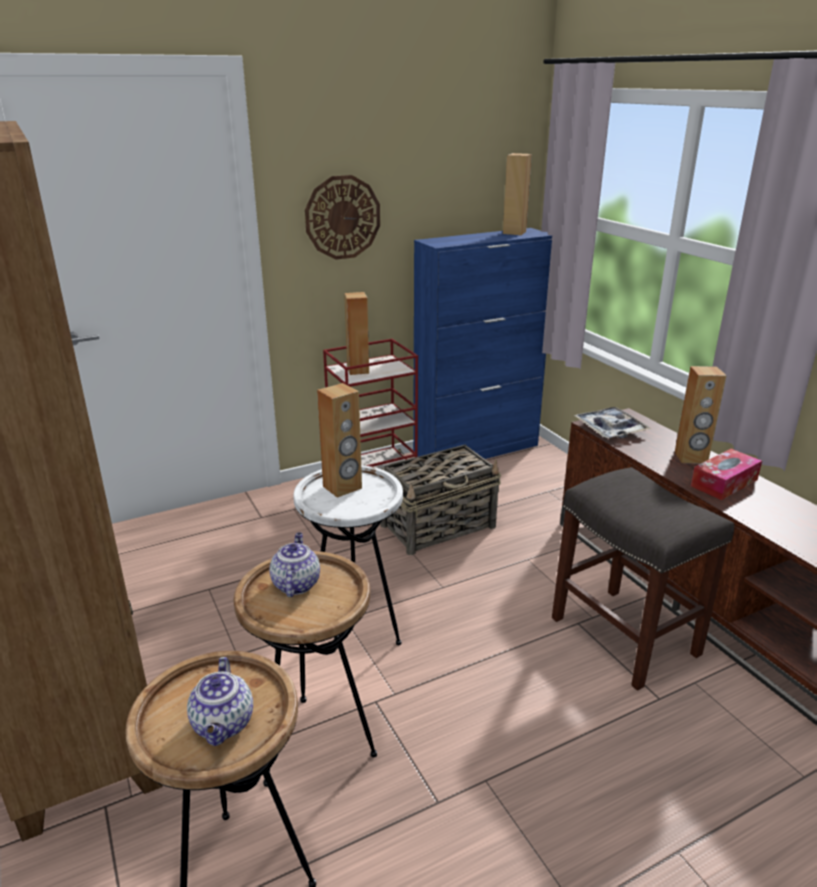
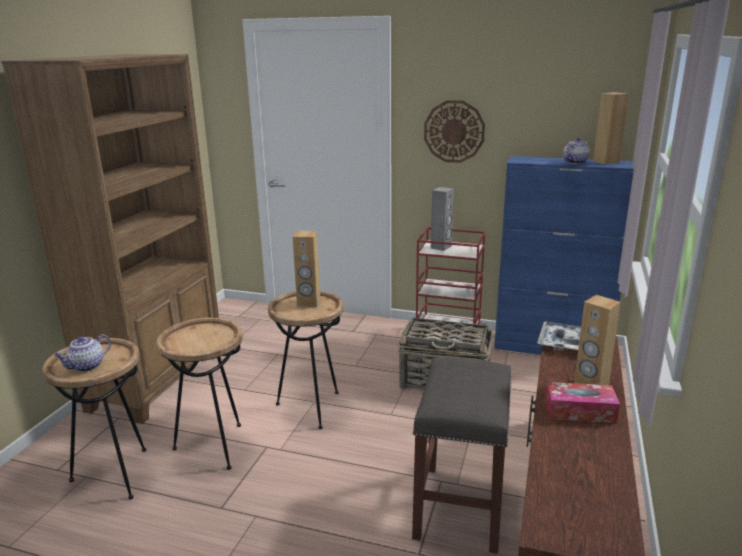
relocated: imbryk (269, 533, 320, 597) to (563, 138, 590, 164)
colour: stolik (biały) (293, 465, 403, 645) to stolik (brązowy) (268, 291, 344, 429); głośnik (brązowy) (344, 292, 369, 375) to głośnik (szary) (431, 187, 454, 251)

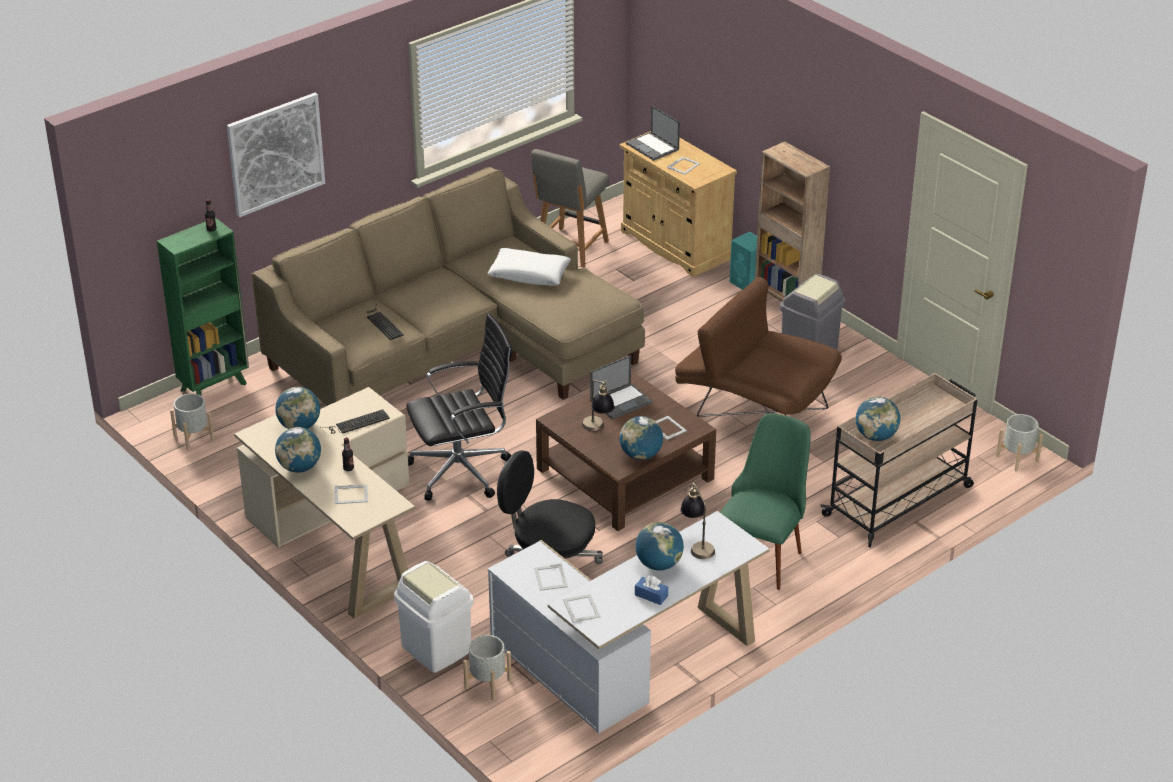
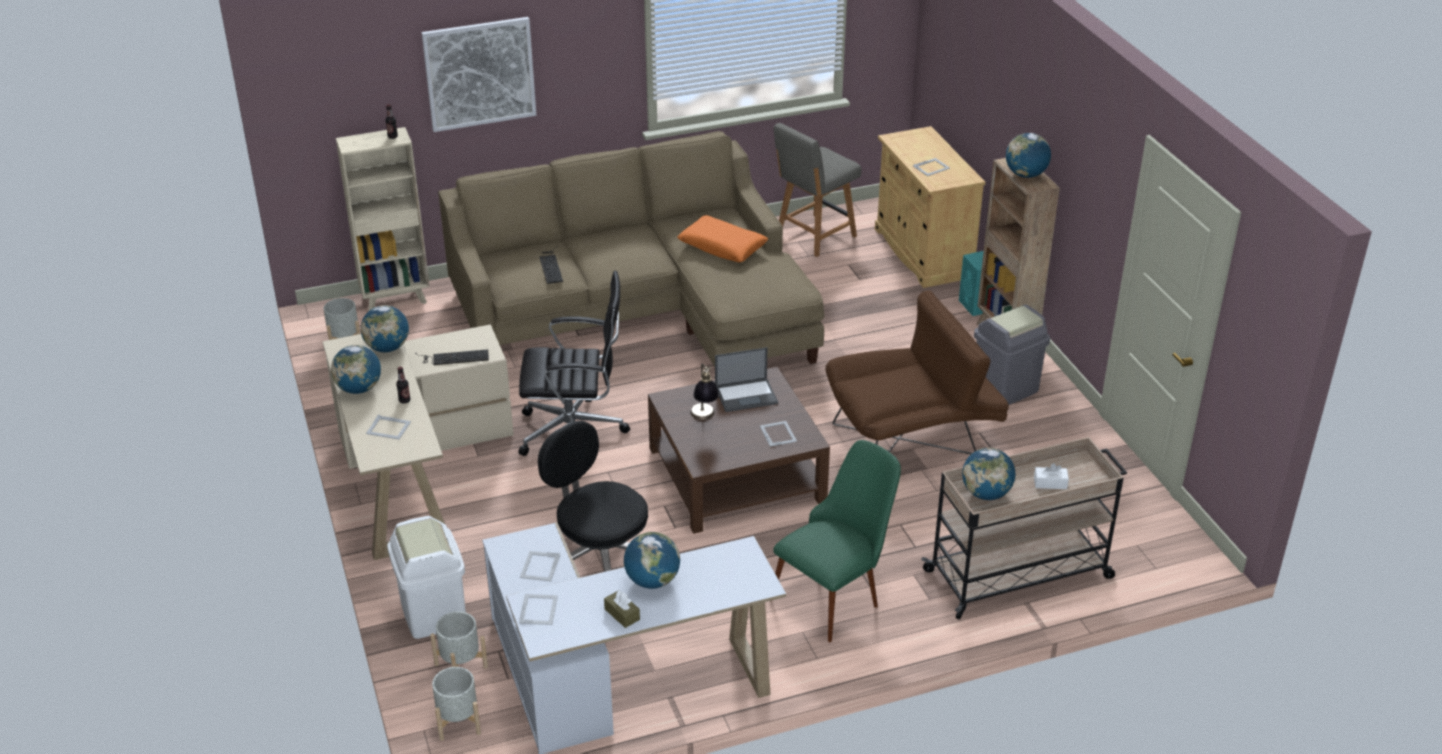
missing: laptop (626, 106, 680, 161); lampa stołowa (680, 483, 715, 559)
appeared: pudełko chusteczek (biały) (1034, 463, 1069, 489)
relocated: globus (620, 416, 663, 460) to (1006, 133, 1051, 178); donica (szary) (996, 414, 1043, 472) to (432, 667, 481, 741)
colour: regał (zielony) (157, 218, 249, 396) to regał (beżowy) (336, 127, 430, 311); poduszka (biały) (488, 248, 571, 286) to poduszka (pomarańczowy) (677, 215, 768, 262); pudełko chusteczek (niebieski) (635, 575, 668, 605) to pudełko chusteczek (brązowy) (604, 590, 640, 628)
spun: fotel (brązowy) (675, 277, 842, 417) = (825, 291, 1009, 454) 105 degrees clockwise

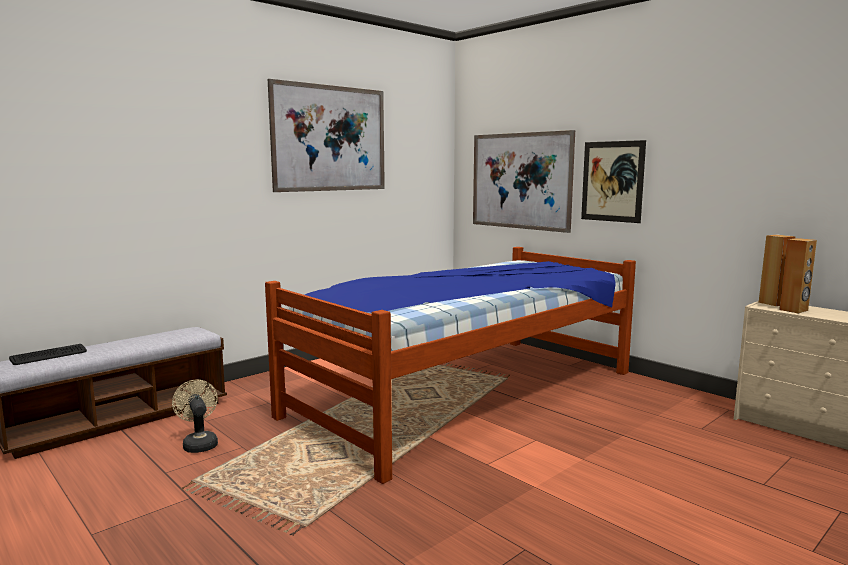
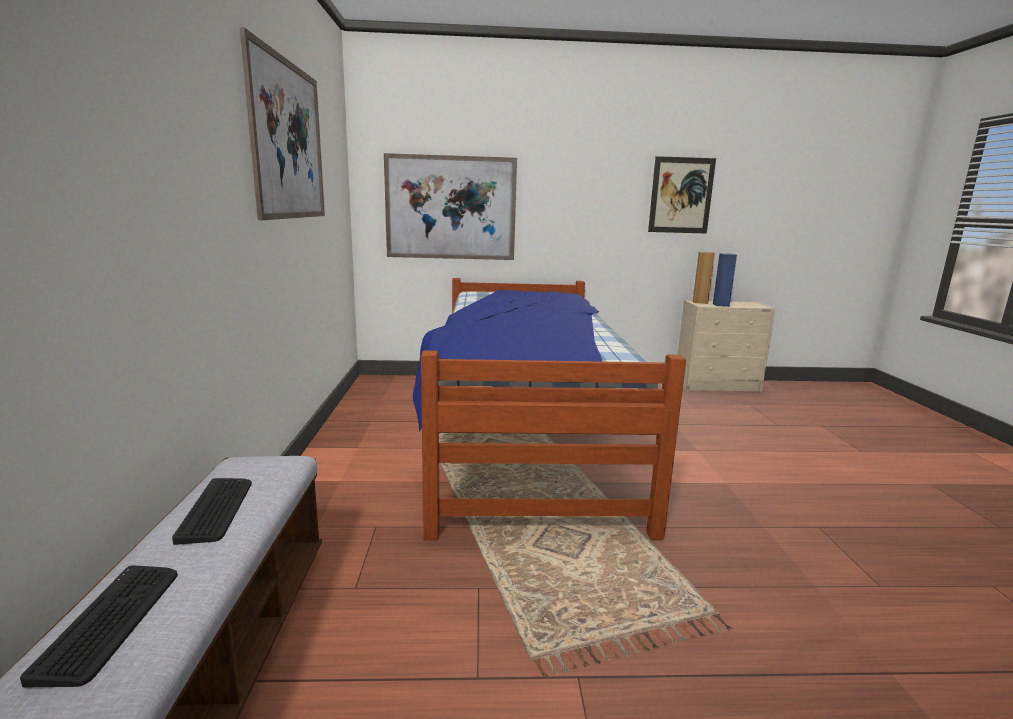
missing: wentylator (beżowy) (172, 380, 218, 453)
appeared: klawiatura (172, 478, 252, 545)
relocated: obraz (581, 140, 646, 223) to (648, 156, 716, 234)
colour: głośnik (brązowy) (779, 238, 817, 314) to głośnik (niebieski) (713, 253, 737, 307)

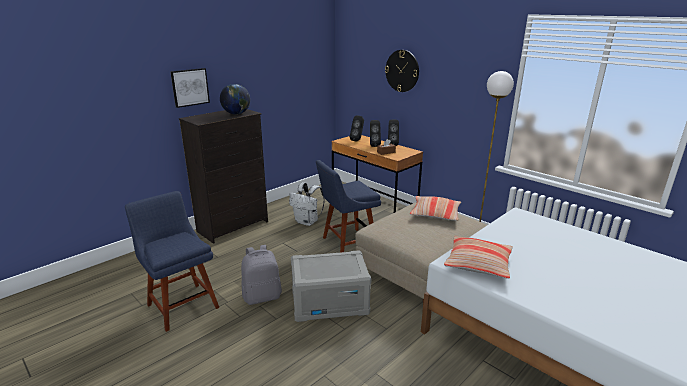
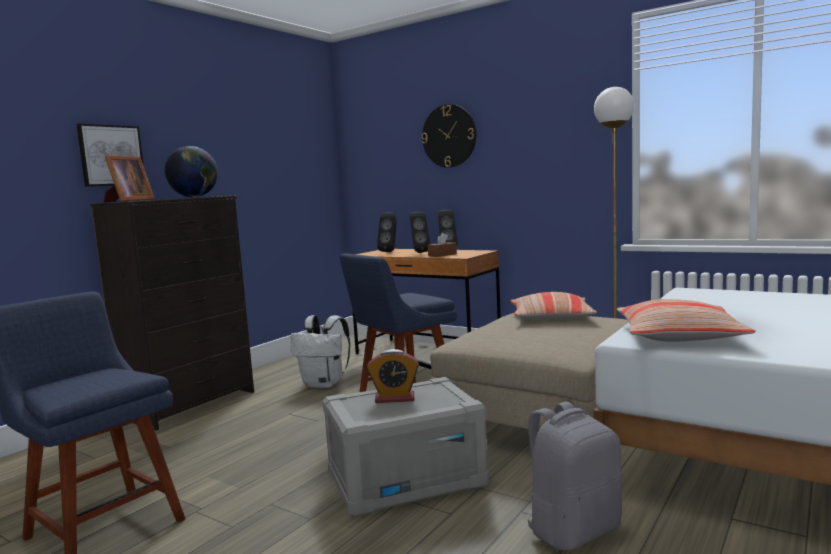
appeared: ramka na zdjęcie (104, 155, 155, 203); budzik (367, 349, 419, 403)
relocated: plecak (szary) (241, 245, 282, 305) to (522, 402, 622, 551)

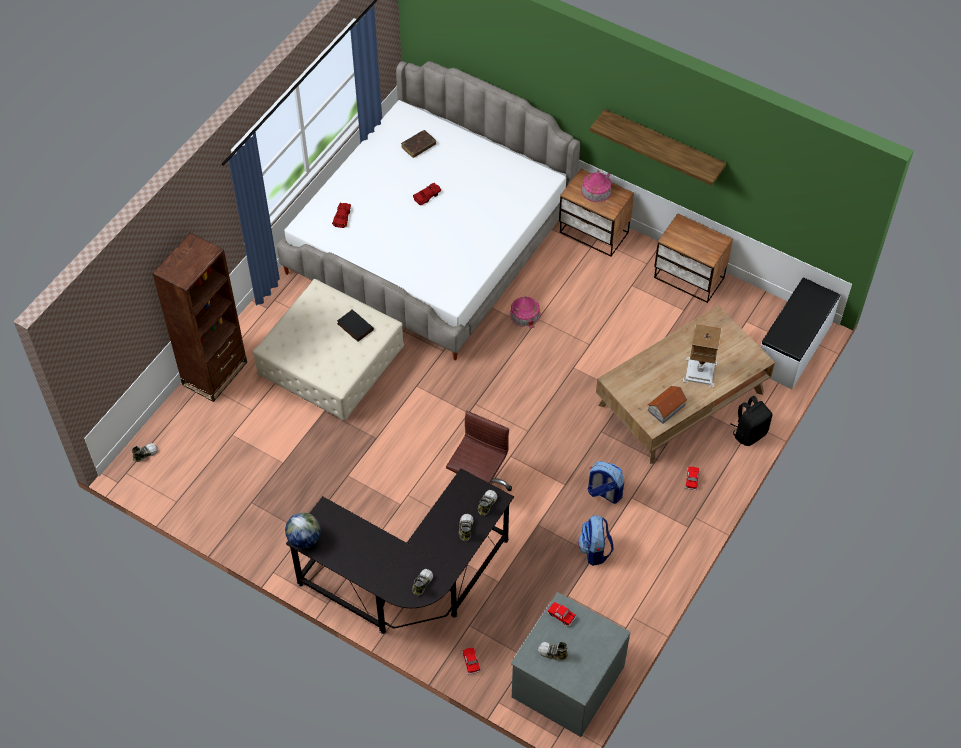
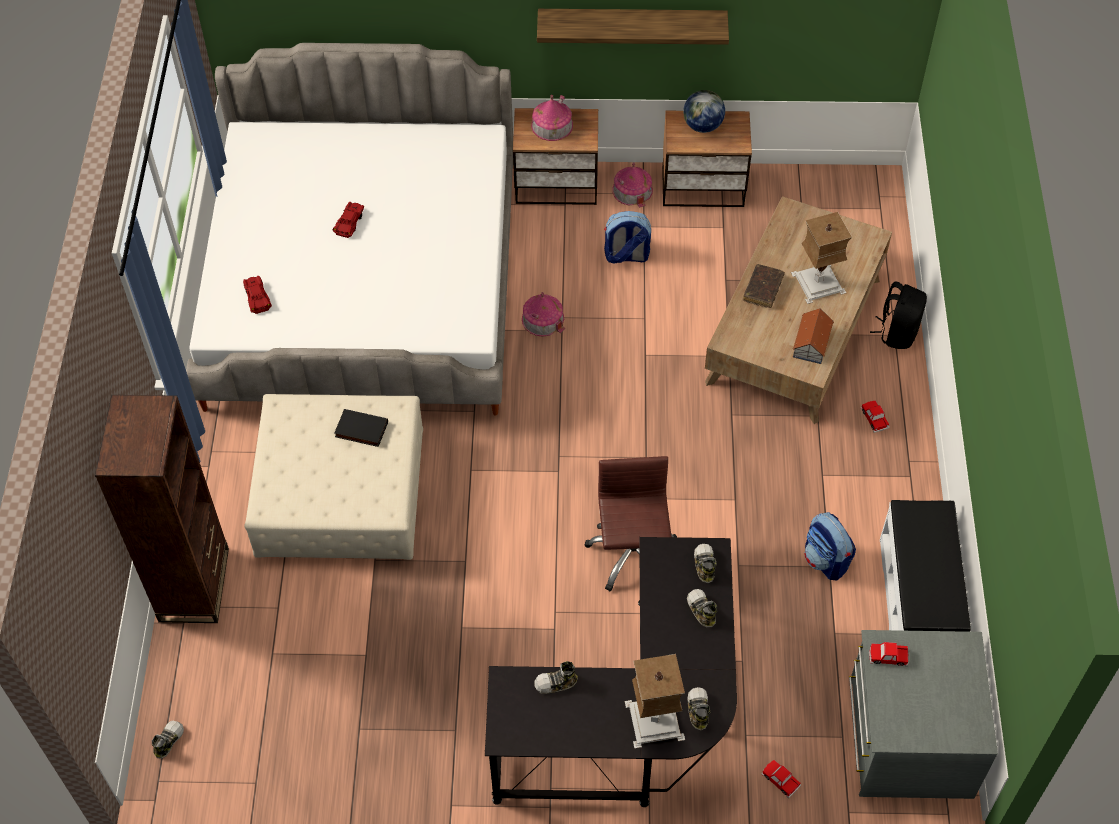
appeared: domek (612, 162, 653, 208); lampa stołowa (625, 654, 685, 749)
relocated: globus (285, 512, 321, 548) to (683, 90, 725, 133); książka (brązowy) (401, 130, 436, 158) to (743, 264, 785, 308); but (538, 642, 568, 661) to (534, 661, 578, 694); plecak (587, 461, 624, 504) to (604, 211, 651, 264); ławka (biały) (761, 278, 840, 389) to (880, 500, 971, 632)

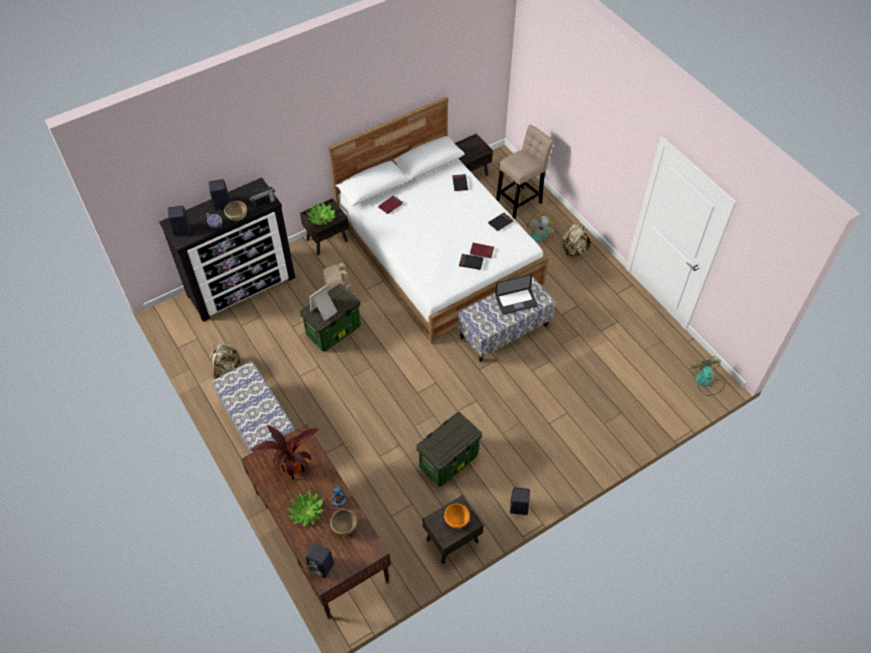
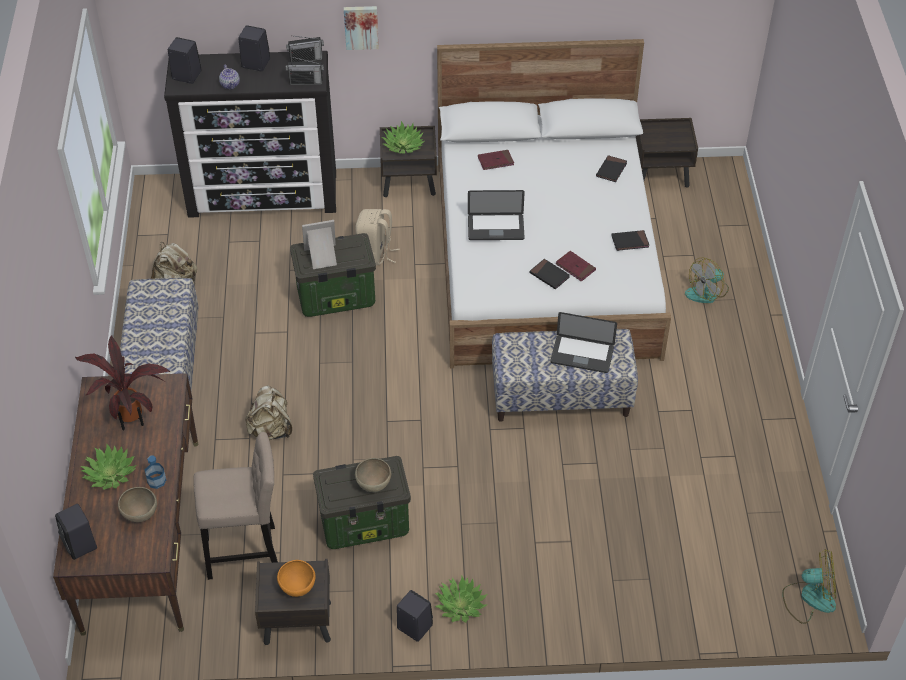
appeared: radio (286, 36, 324, 62); obraz (344, 6, 379, 50); roślina doniczkowa (435, 576, 487, 623); laptop (468, 190, 525, 240)
relocated: miska (brązowy) (224, 201, 247, 221) to (355, 458, 391, 492); stołek (beżowy) (496, 124, 554, 219) to (194, 432, 278, 580); plecak (beżowy) (562, 224, 591, 257) to (245, 385, 292, 440)
spun: wentylator (690, 356, 725, 396) = (782, 549, 836, 624) 75 degrees clockwise

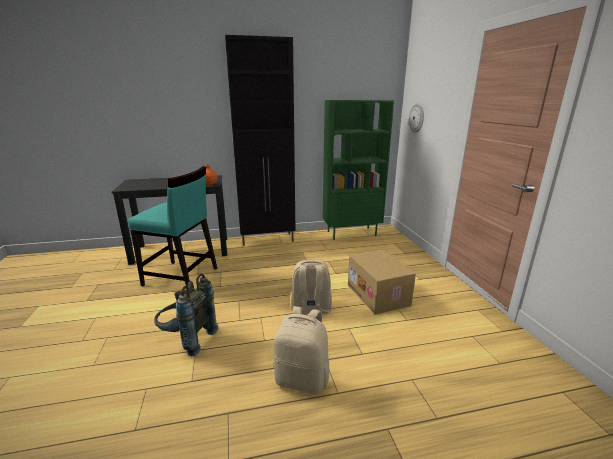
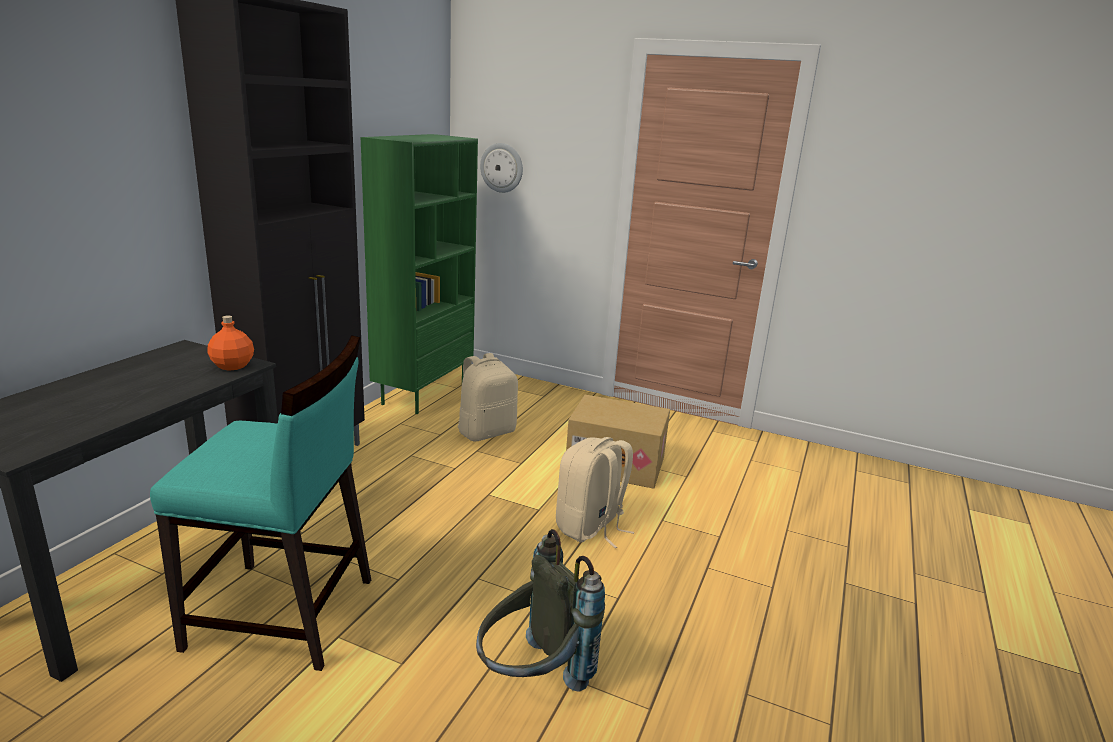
relocated: plecak (beżowy) (273, 306, 329, 394) to (458, 353, 518, 441)
spun: krzesło (turkusowy) (128, 166, 217, 286) = (150, 335, 371, 671) 45 degrees clockwise

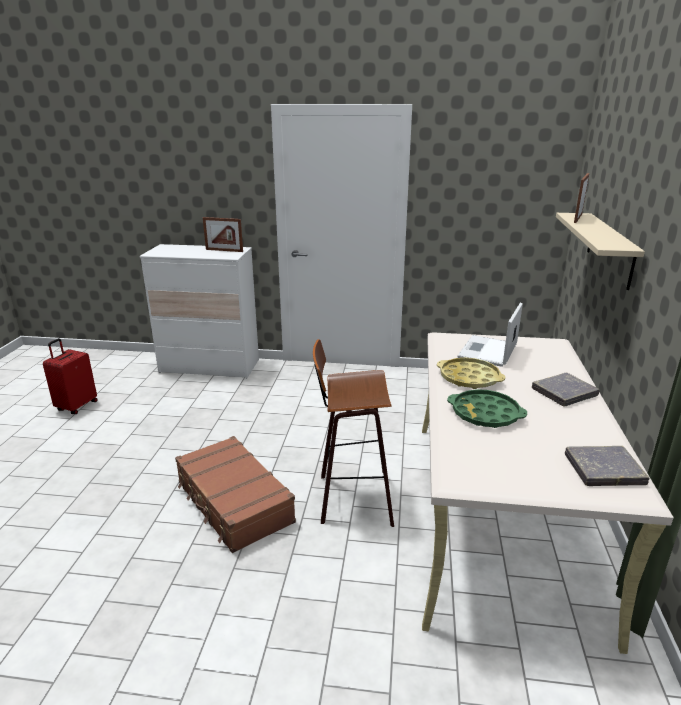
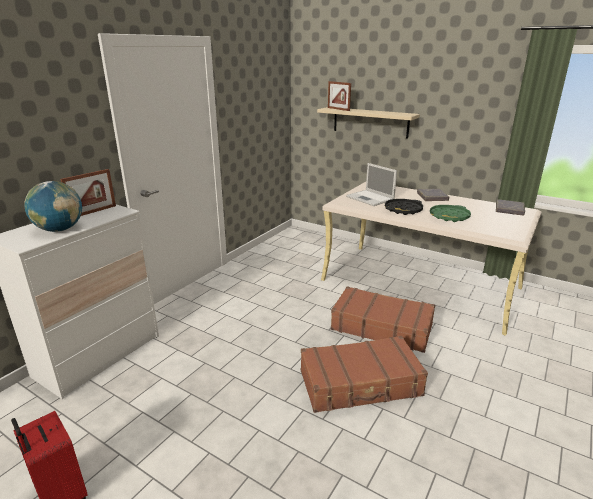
appeared: globus (24, 181, 82, 232)
exchanged: stołek (313, 339, 394, 527) to walizka (brązowy) (331, 286, 435, 353)
colour: taca (żółty) (437, 358, 505, 389) to taca (czarny) (385, 199, 423, 215)

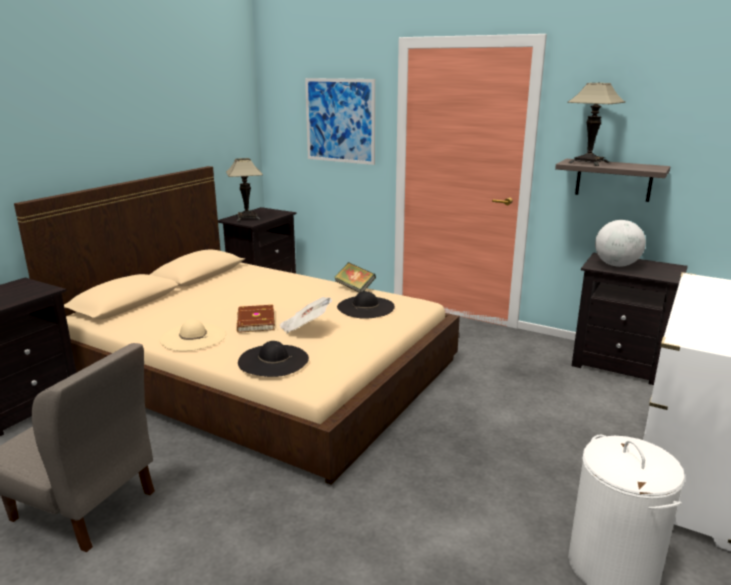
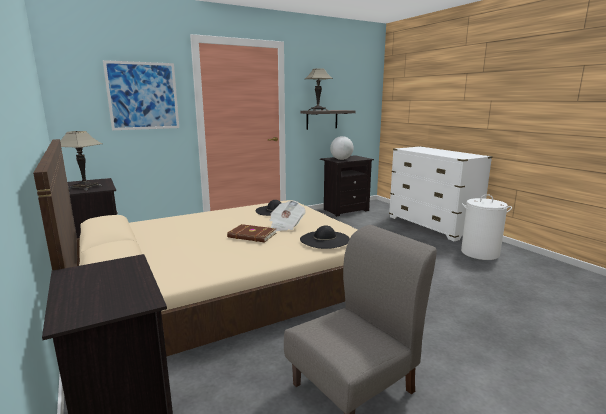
missing: kapelusz (beżowy) (159, 319, 226, 351); książka (334, 262, 376, 293)

